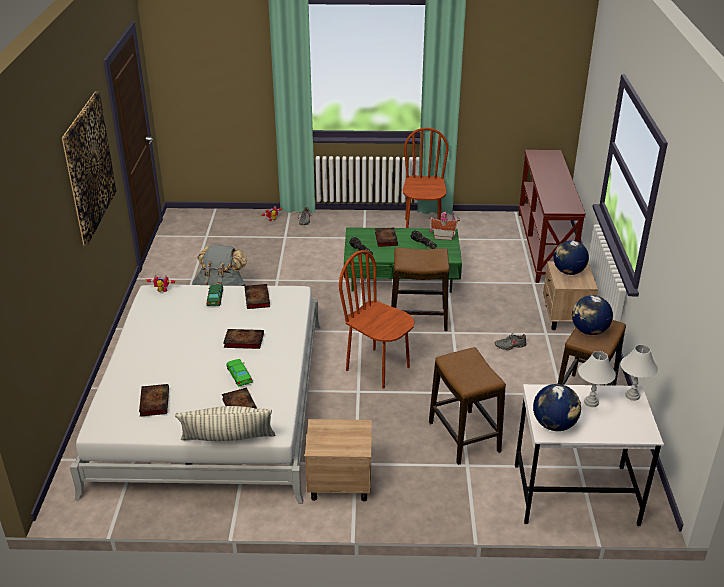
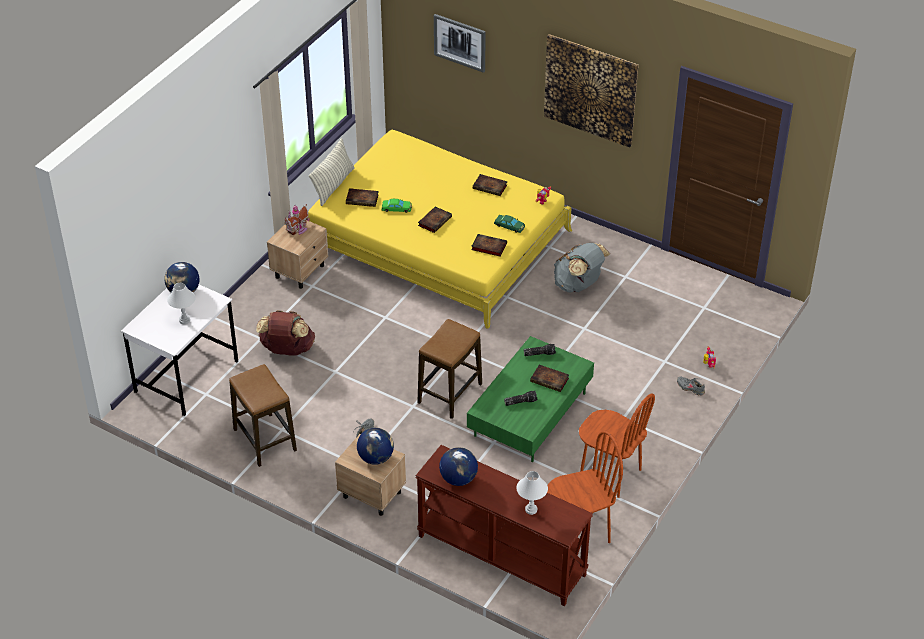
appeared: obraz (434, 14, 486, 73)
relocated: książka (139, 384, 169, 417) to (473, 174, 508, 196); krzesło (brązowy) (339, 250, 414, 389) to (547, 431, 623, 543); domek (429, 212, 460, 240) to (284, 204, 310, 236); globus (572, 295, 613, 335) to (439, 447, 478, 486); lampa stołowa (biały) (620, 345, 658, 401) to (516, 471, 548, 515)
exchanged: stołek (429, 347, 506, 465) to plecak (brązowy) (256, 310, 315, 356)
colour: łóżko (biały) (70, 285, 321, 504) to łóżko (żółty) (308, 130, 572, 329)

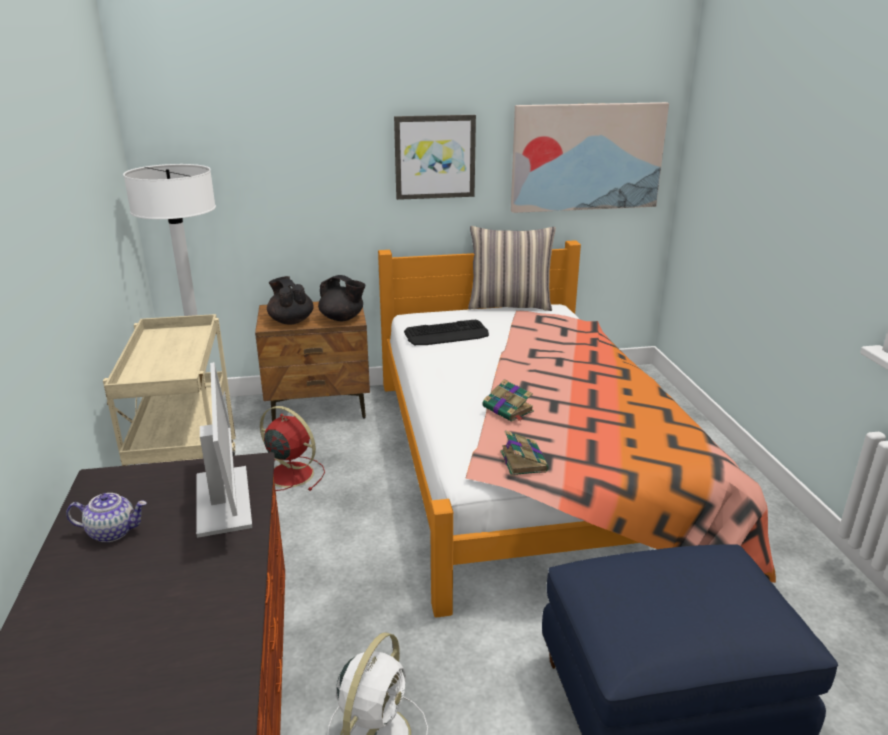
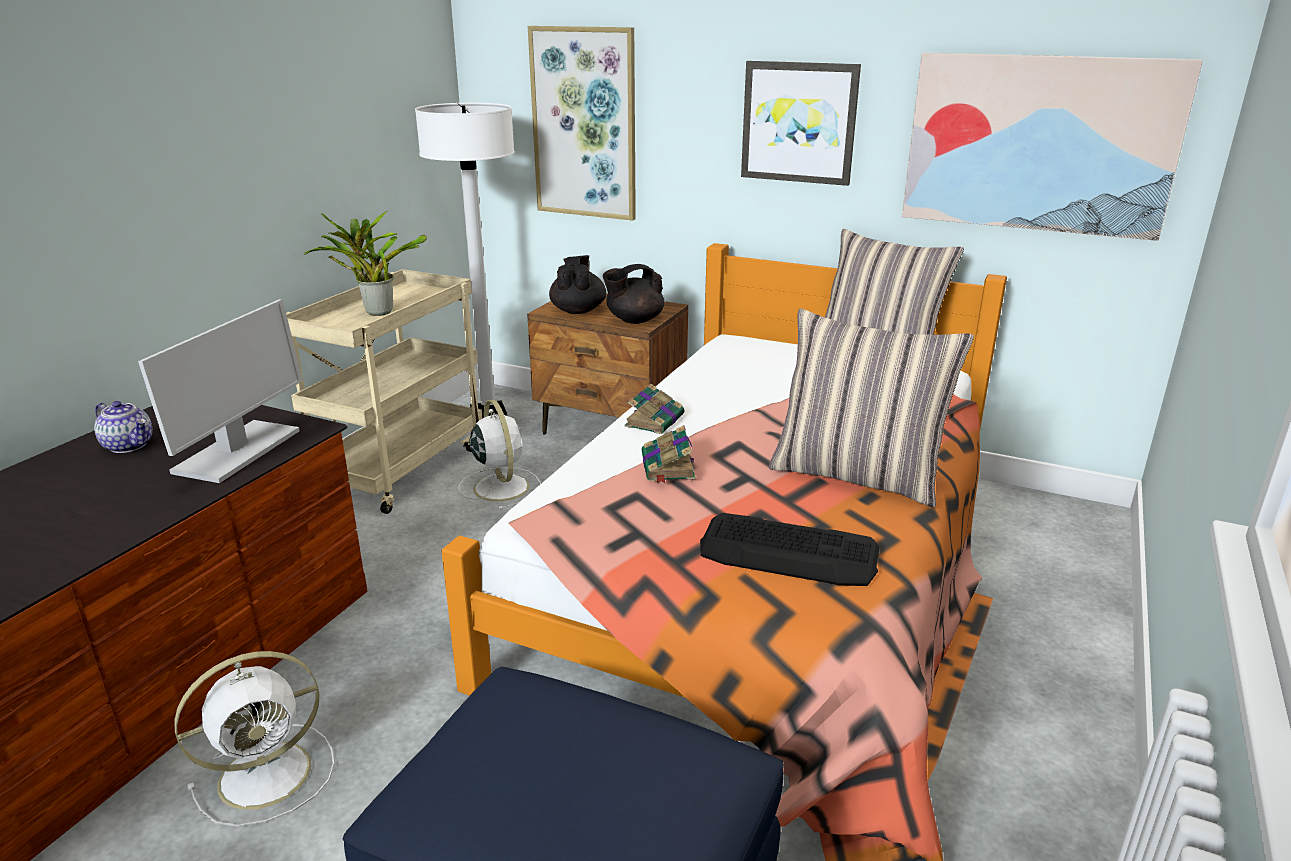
appeared: roślina doniczkowa (304, 211, 427, 316); obraz (528, 26, 636, 221); poduszka (769, 308, 974, 507)
relocated: klawiatura (404, 320, 489, 345) to (700, 513, 880, 586); książka (500, 430, 549, 476) to (625, 384, 684, 434)
colour: wentylator (czerwony) (260, 406, 325, 491) to wentylator (biały) (458, 400, 541, 510)
spun: imbryk (czarny) (318, 275, 366, 321) = (603, 264, 665, 324) 90 degrees clockwise

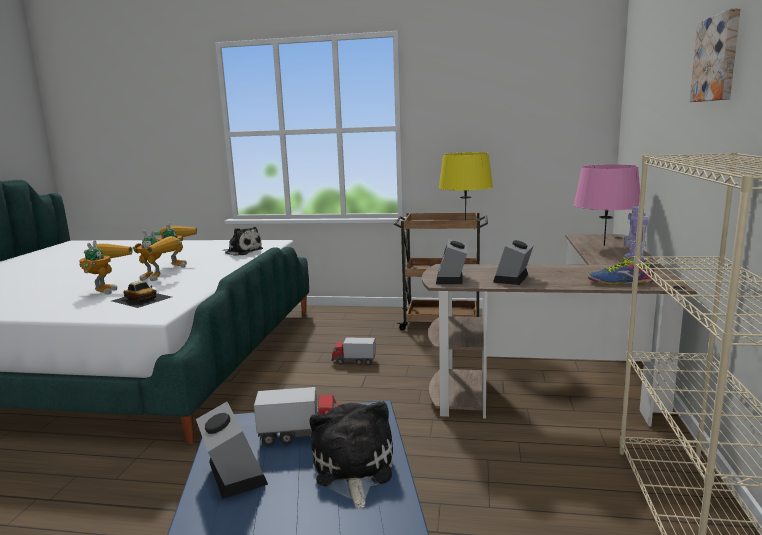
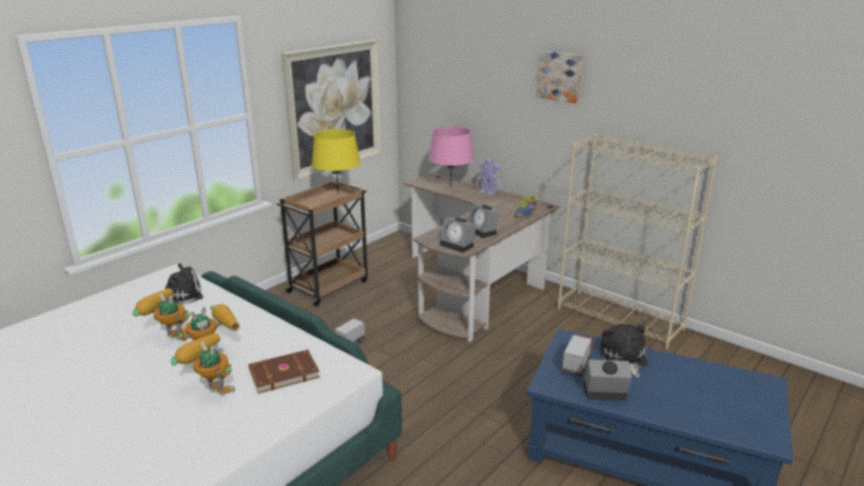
appeared: obraz (281, 40, 382, 180)
exchanged: samochodzik (112, 281, 171, 308) to książka (brązowy) (248, 350, 320, 394)
spun: pluszak (310, 401, 393, 508) = (600, 324, 648, 378) 60 degrees clockwise

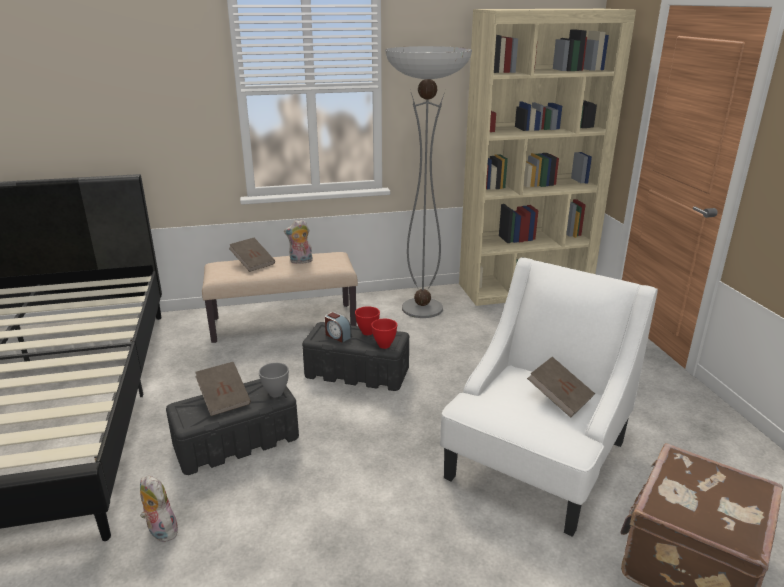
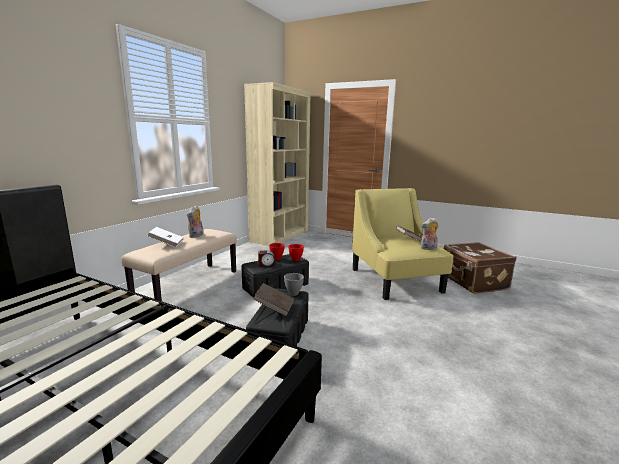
missing: lampa stojąca (385, 46, 472, 318)
relocated: pluszak (140, 476, 178, 542) to (421, 218, 439, 250)
colour: książka (brązowy) (229, 238, 275, 272) to książka (biały) (148, 227, 183, 247); fotel (biały) (440, 257, 658, 537) to fotel (żółty) (352, 188, 454, 300)

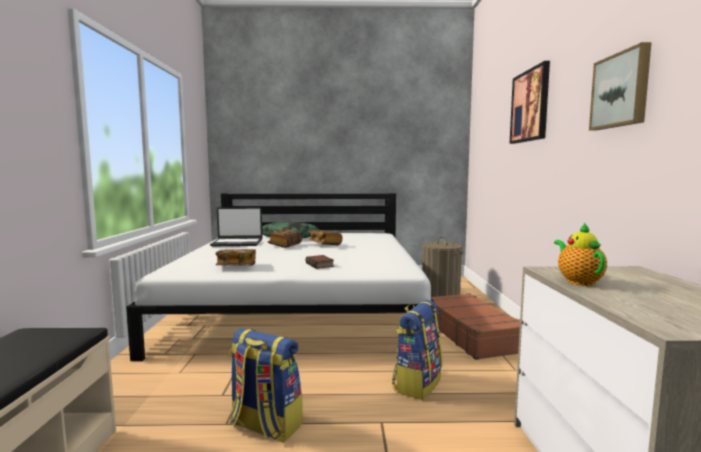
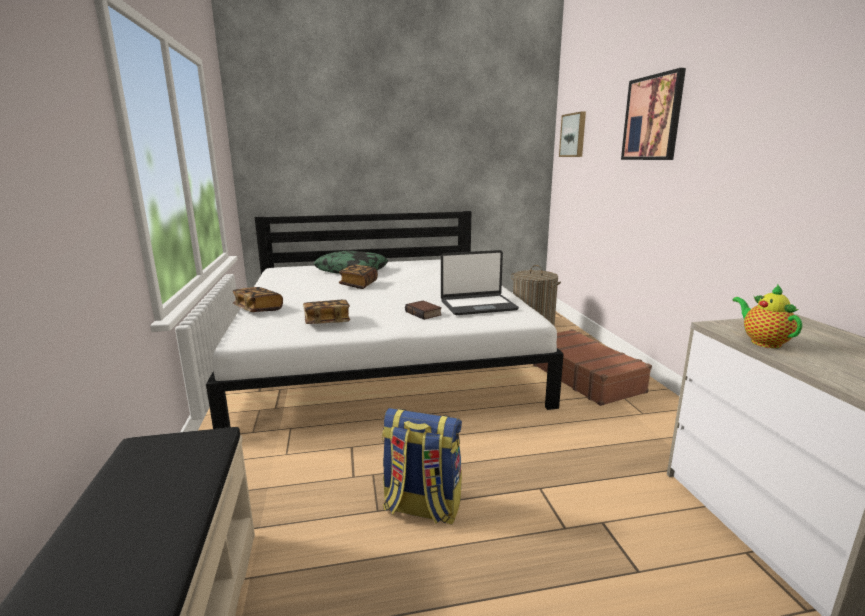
missing: plecak (392, 300, 443, 400)
relocated: laptop (210, 207, 263, 246) to (441, 250, 519, 315); książka (308, 230, 342, 245) to (232, 287, 283, 312); obraz (589, 42, 652, 130) to (559, 112, 586, 157)

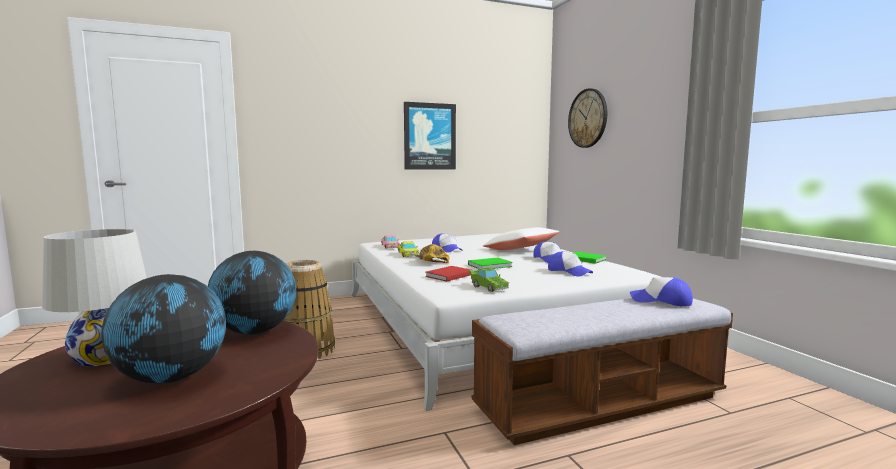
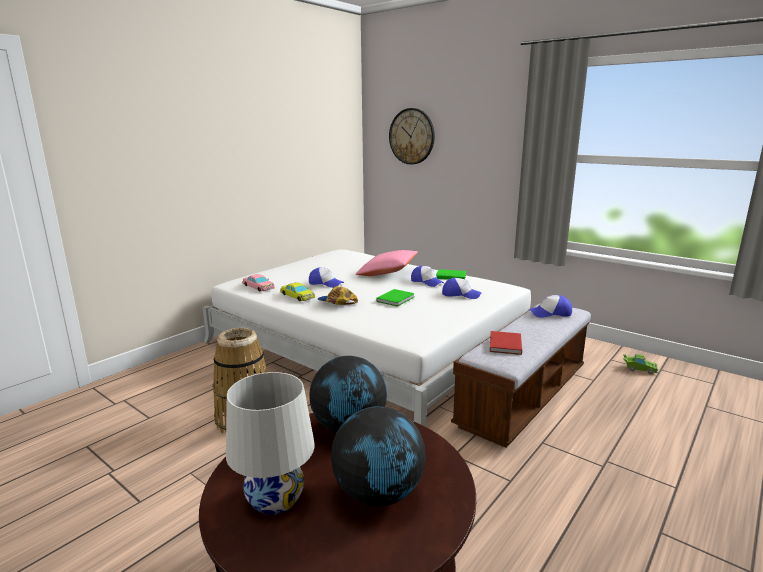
missing: obraz (404, 102, 456, 170)
relocated: książka (czerwony) (425, 266, 471, 282) to (490, 331, 522, 355); samochodzik (zielony) (468, 267, 509, 292) to (623, 354, 658, 374)
colour: poduszka (biały) (483, 227, 560, 250) to poduszka (różowy) (356, 250, 418, 276)

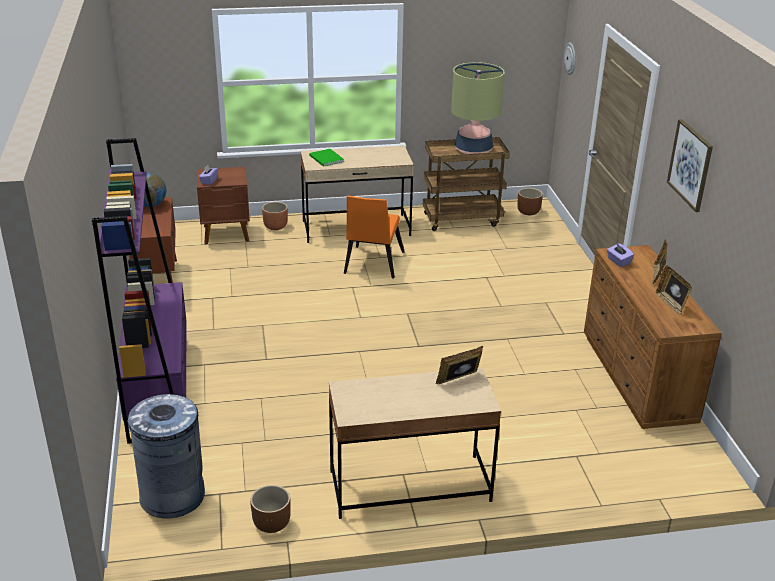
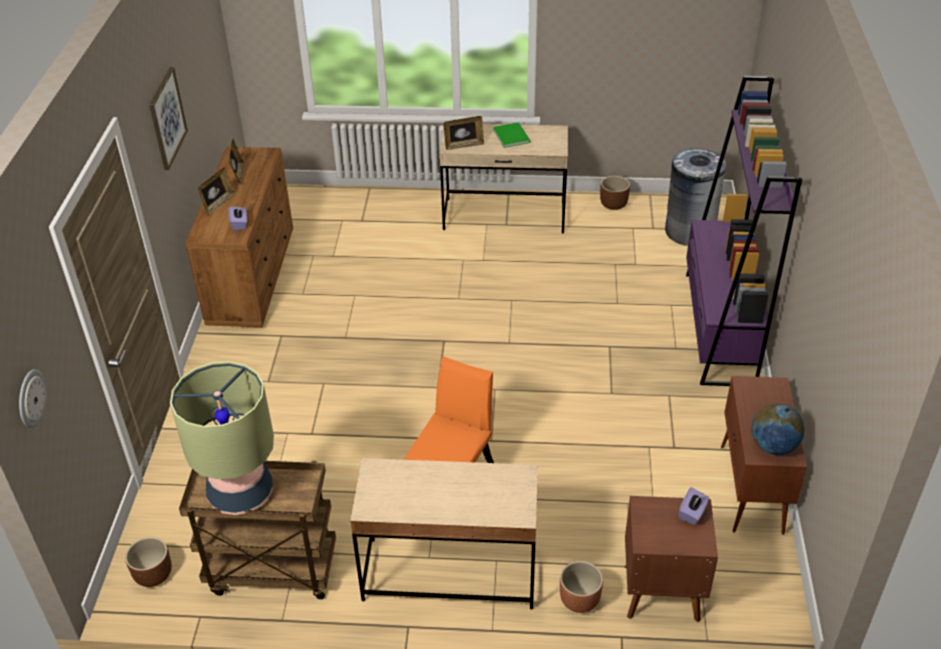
relocated: książka (zielony) (309, 149, 344, 167) to (493, 122, 531, 148)

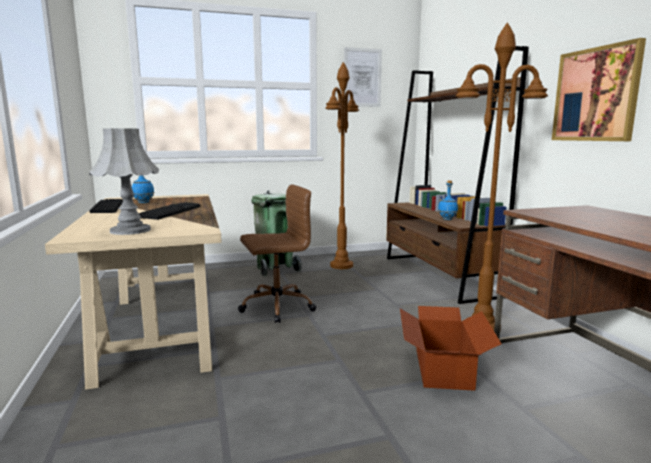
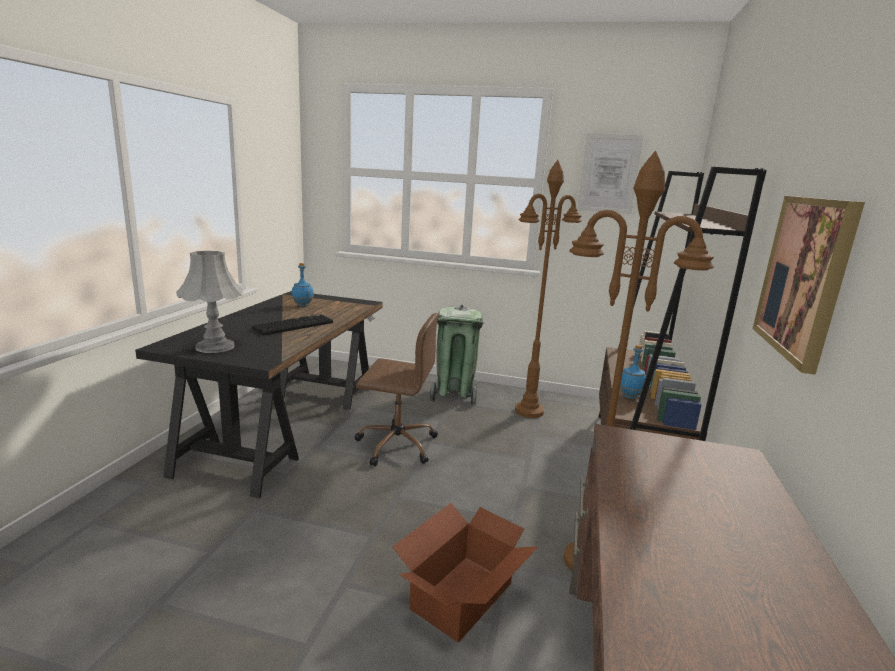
missing: klawiatura (89, 199, 123, 213)
colour: biurko (beżowy) (45, 194, 222, 390) to biurko (czarny) (135, 291, 383, 498)

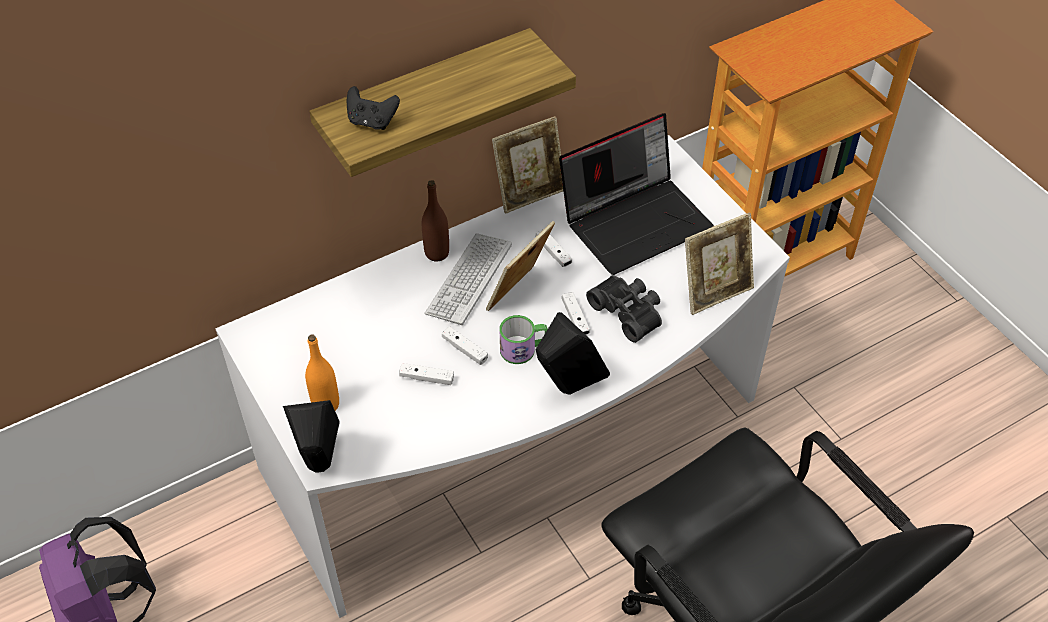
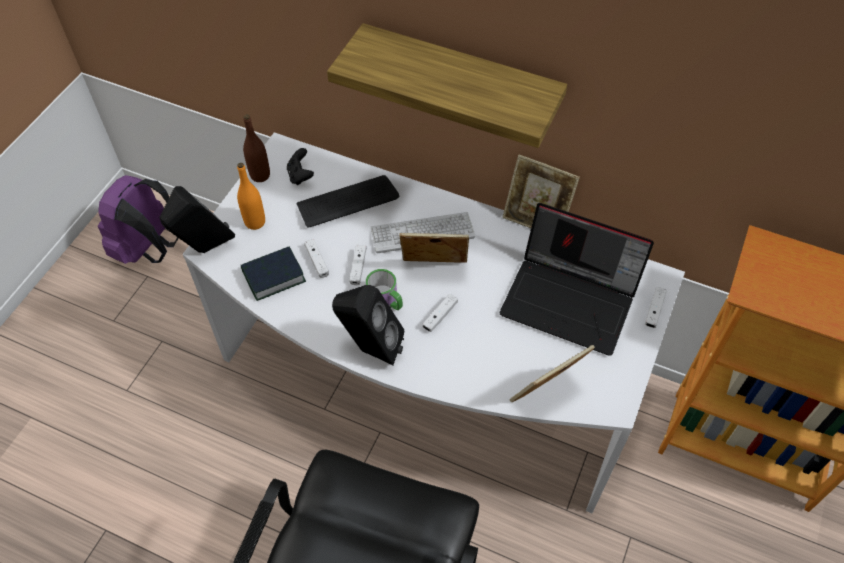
missing: lornetka (czarny) (586, 275, 662, 343)
appeared: książka (241, 246, 306, 301); klawiatura (296, 175, 399, 228)
relocated: pad do gier (czarny) (347, 86, 400, 130) to (287, 148, 314, 185); butelka (brązowy) (422, 180, 449, 261) to (243, 114, 270, 182); pad do gier (biały) (536, 230, 572, 267) to (645, 287, 667, 328)
spun: ramka na zdjęcie (685, 213, 754, 315) = (510, 345, 595, 402) 120 degrees clockwise

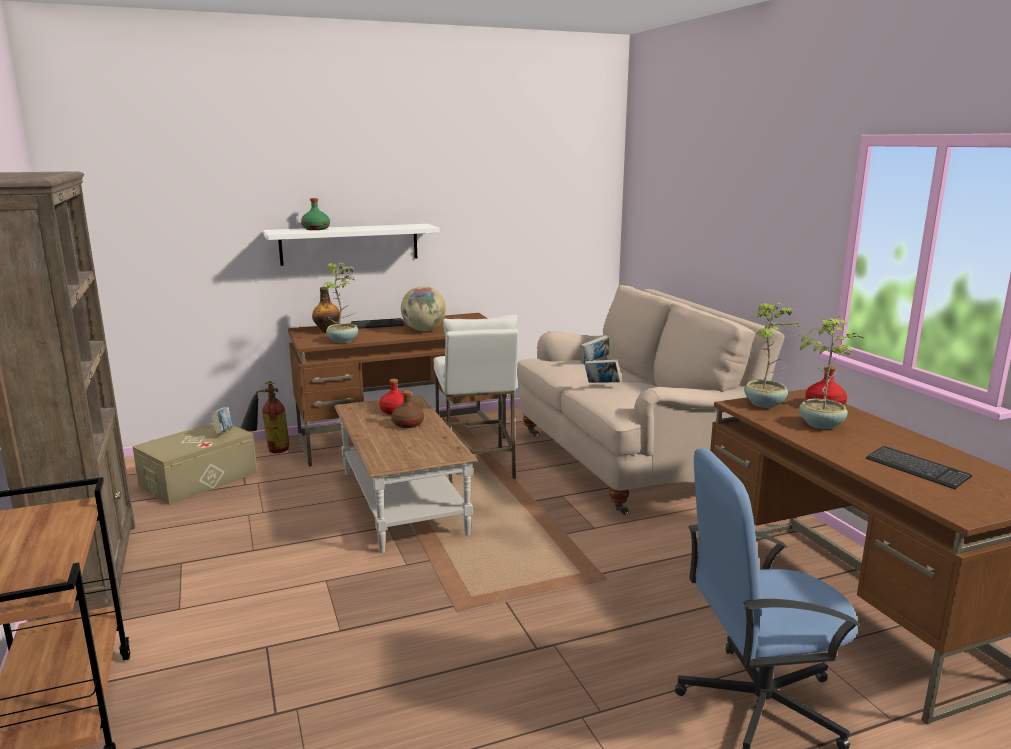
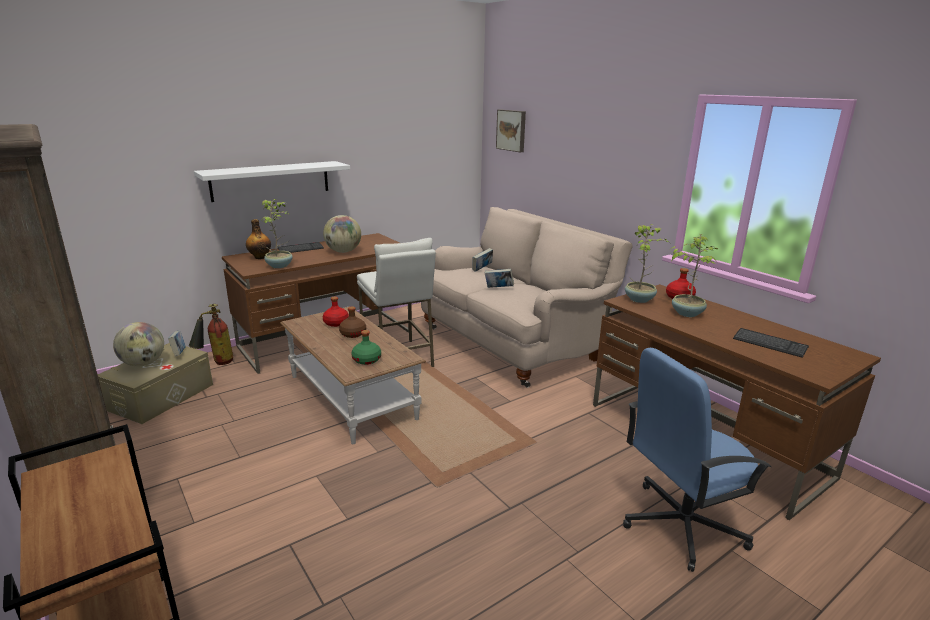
appeared: globus (113, 322, 164, 366); obraz (496, 110, 526, 152)
relocated: butelka (zielony) (301, 198, 330, 230) to (351, 330, 381, 365)

